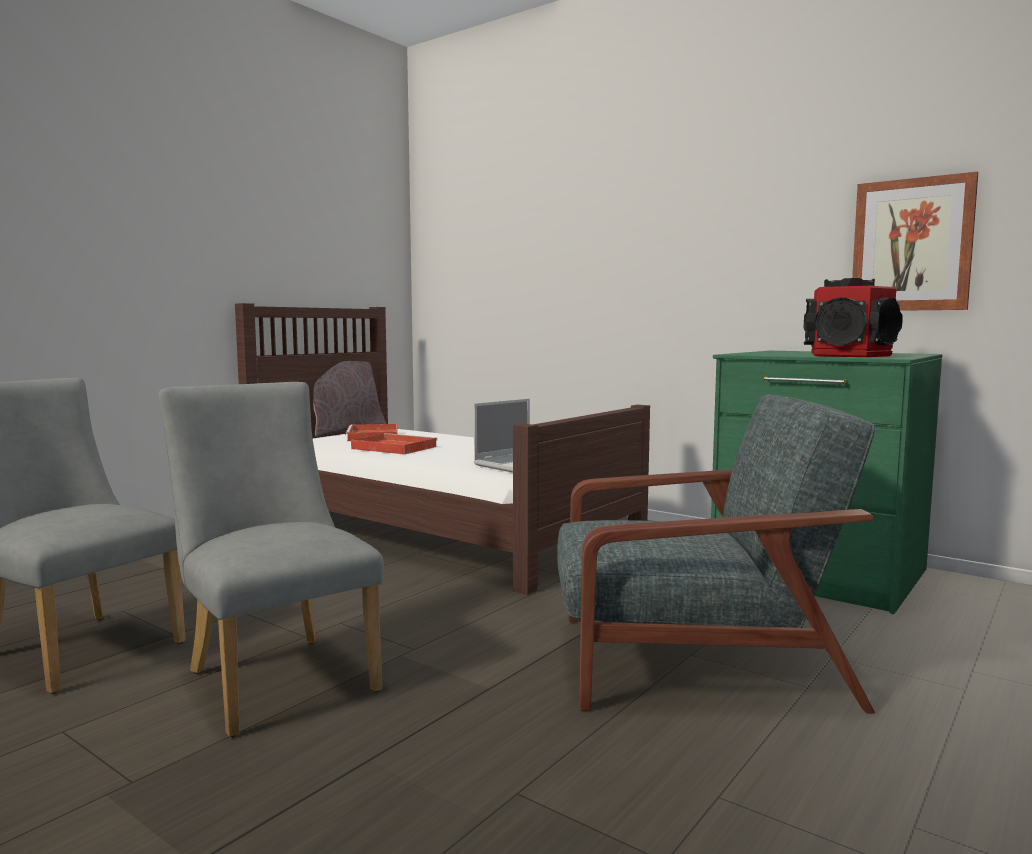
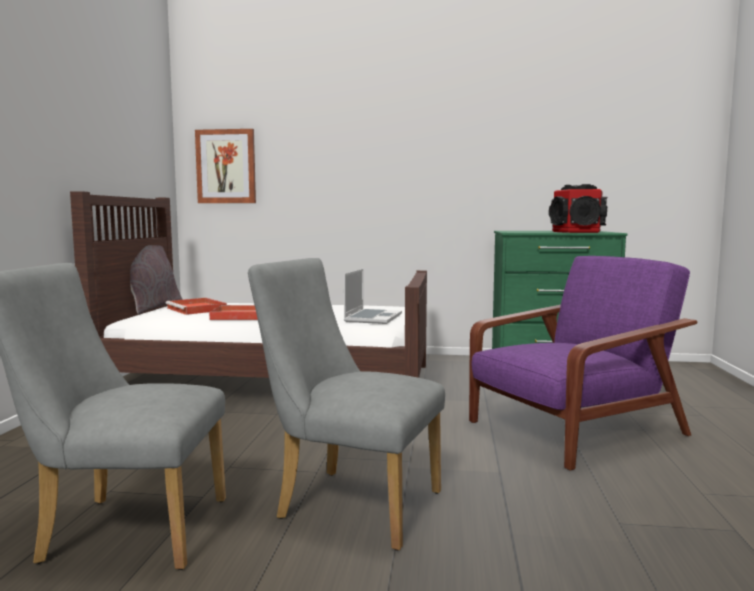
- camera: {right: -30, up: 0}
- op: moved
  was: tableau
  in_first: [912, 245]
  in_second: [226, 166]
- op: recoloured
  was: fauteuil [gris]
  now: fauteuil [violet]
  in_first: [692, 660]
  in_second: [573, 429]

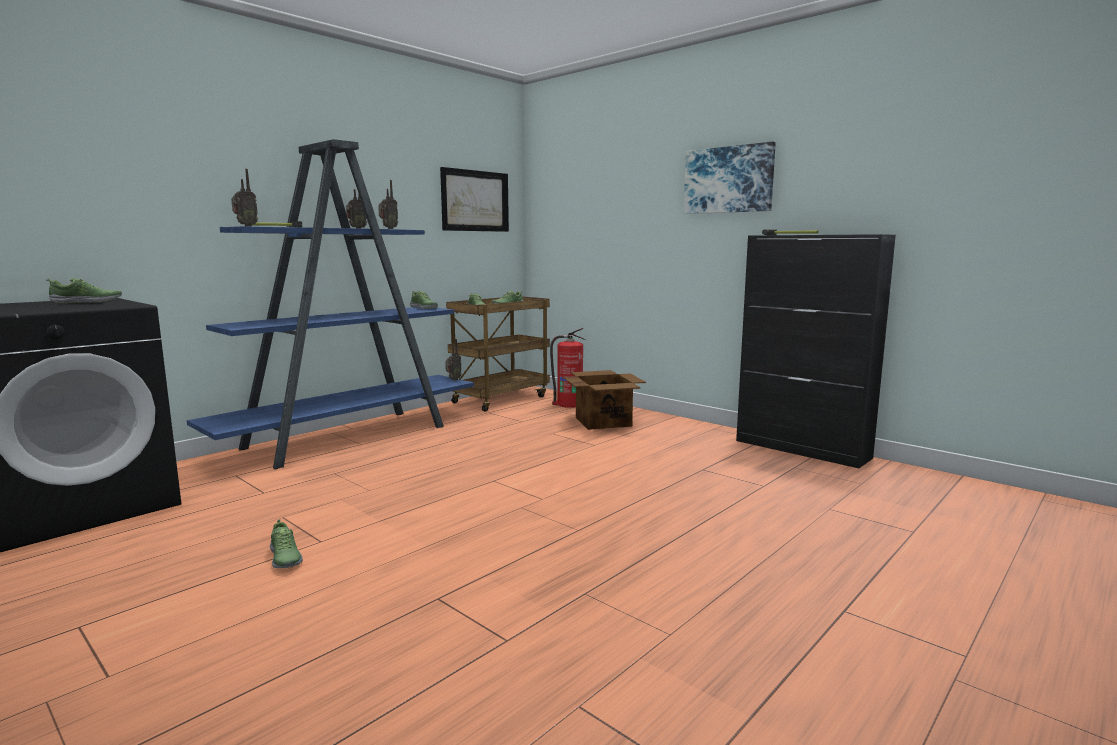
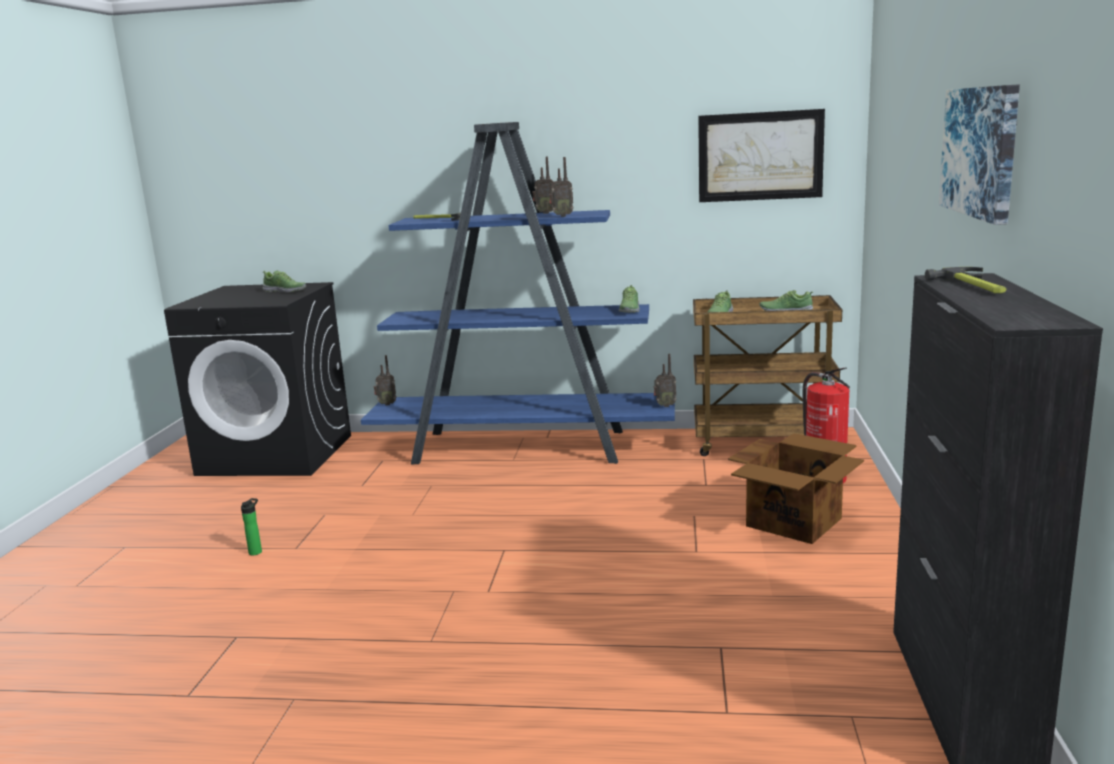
- camera: {right: 55, up: 5}
- op: replaced
  was: chaussure
  now: bouteille
  in_first: [284, 558]
  in_second: [256, 551]
- op: moved
  was: radio
  in_first: [245, 226]
  in_second: [386, 404]

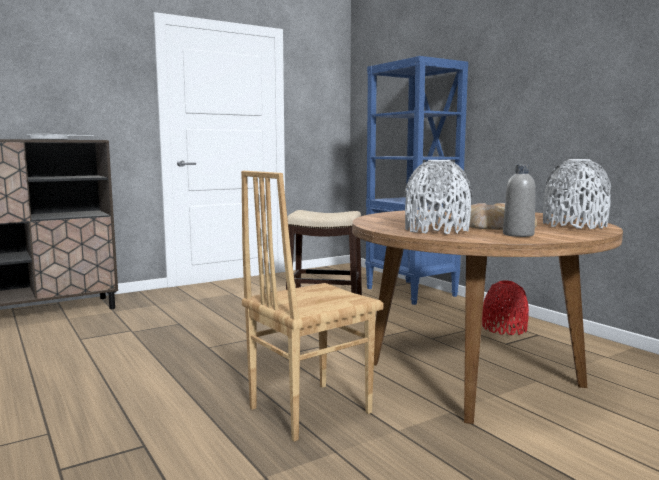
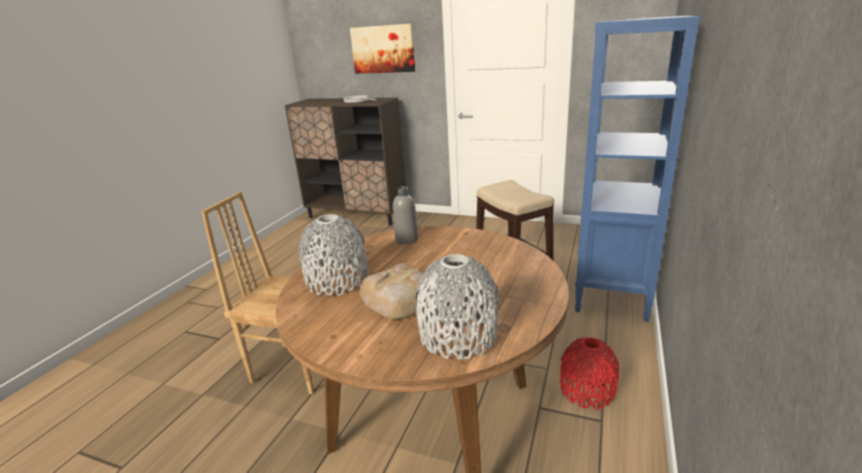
- camera: {right: 55, up: 15}
- op: added
  now: tableau
  in_second: [383, 49]
- op: moved
  was: bouteille [gris]
  in_first: [518, 234]
  in_second: [406, 239]

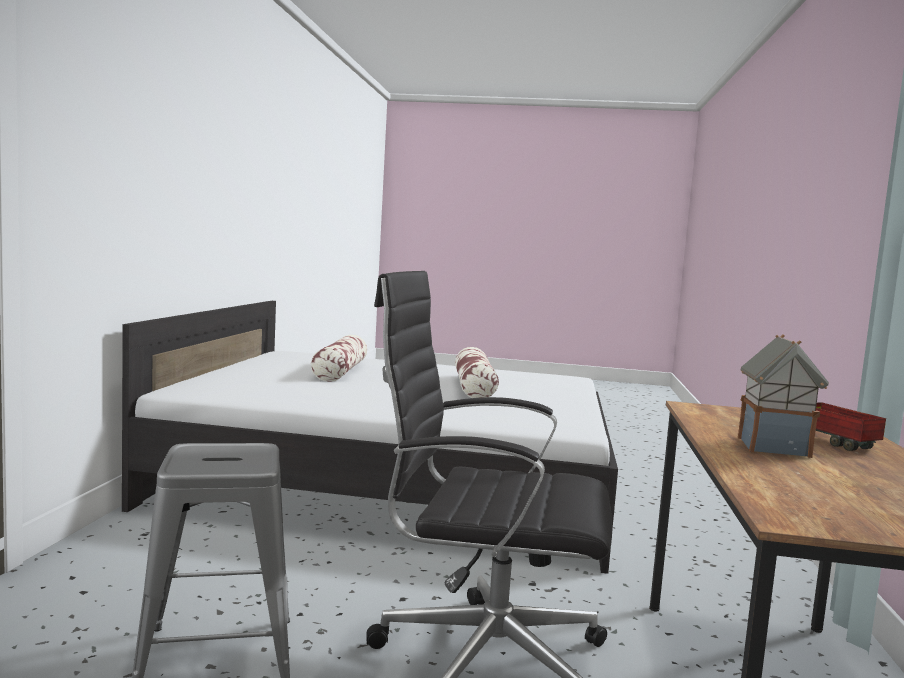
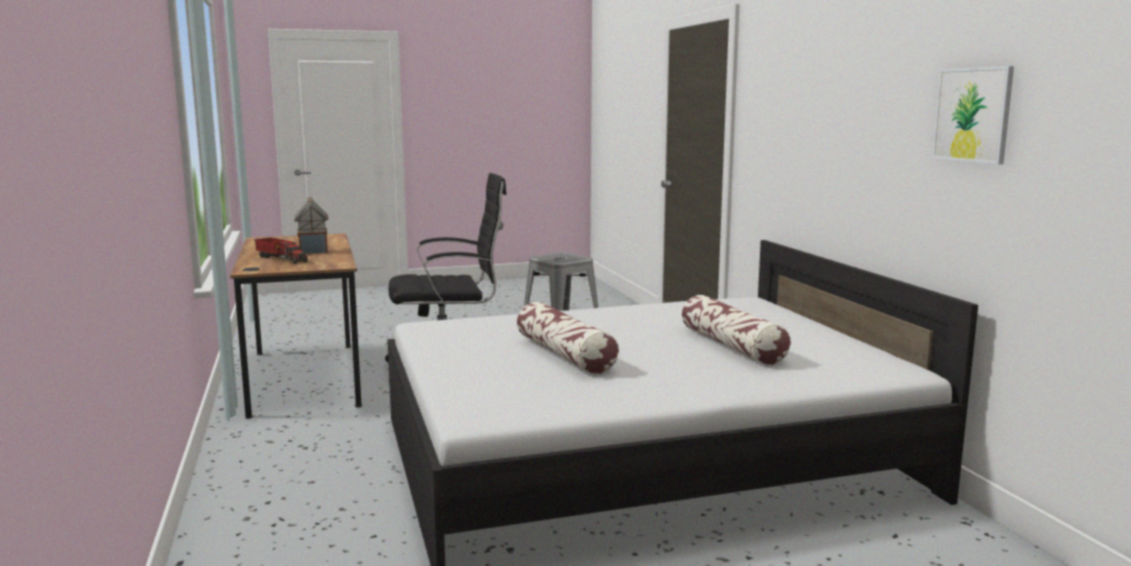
- camera: {right: 155, up: 5}
- op: added
  now: tableau
  in_second: [972, 115]

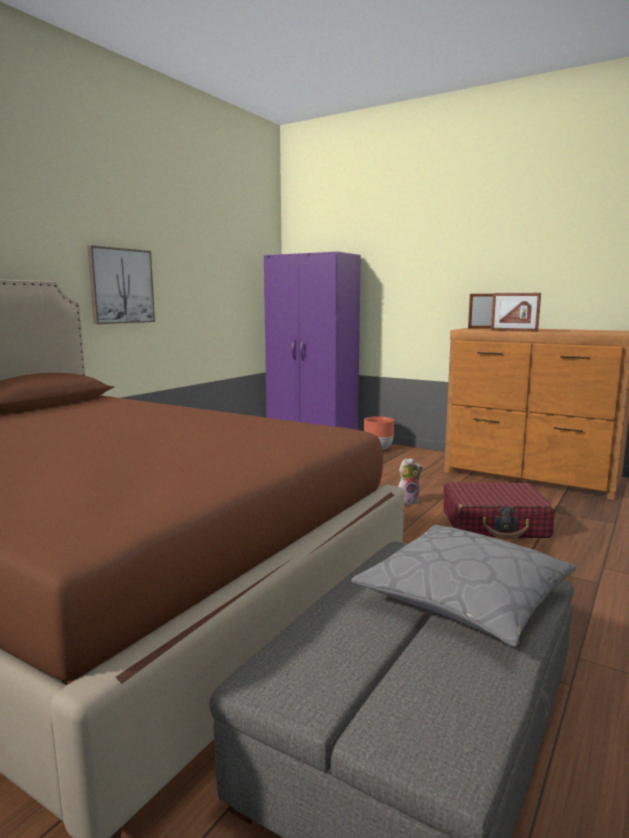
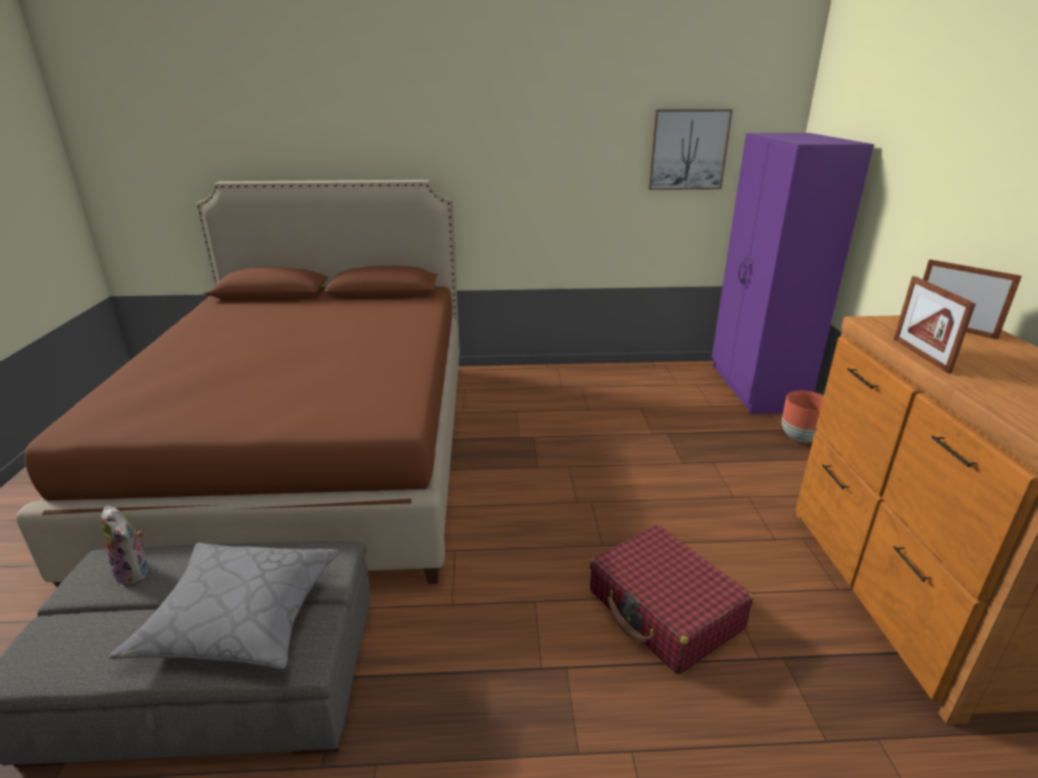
- camera: {right: 55, up: 15}
- op: moved
  was: peluche
  in_first: [407, 501]
  in_second: [135, 572]
- op: moved
  was: tableau
  in_first: [121, 286]
  in_second: [688, 150]

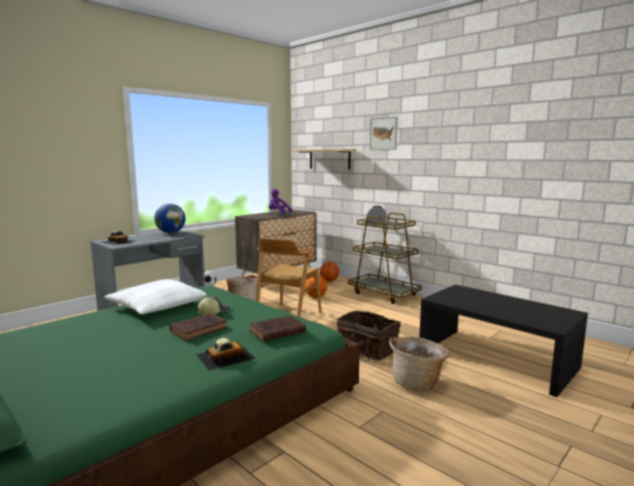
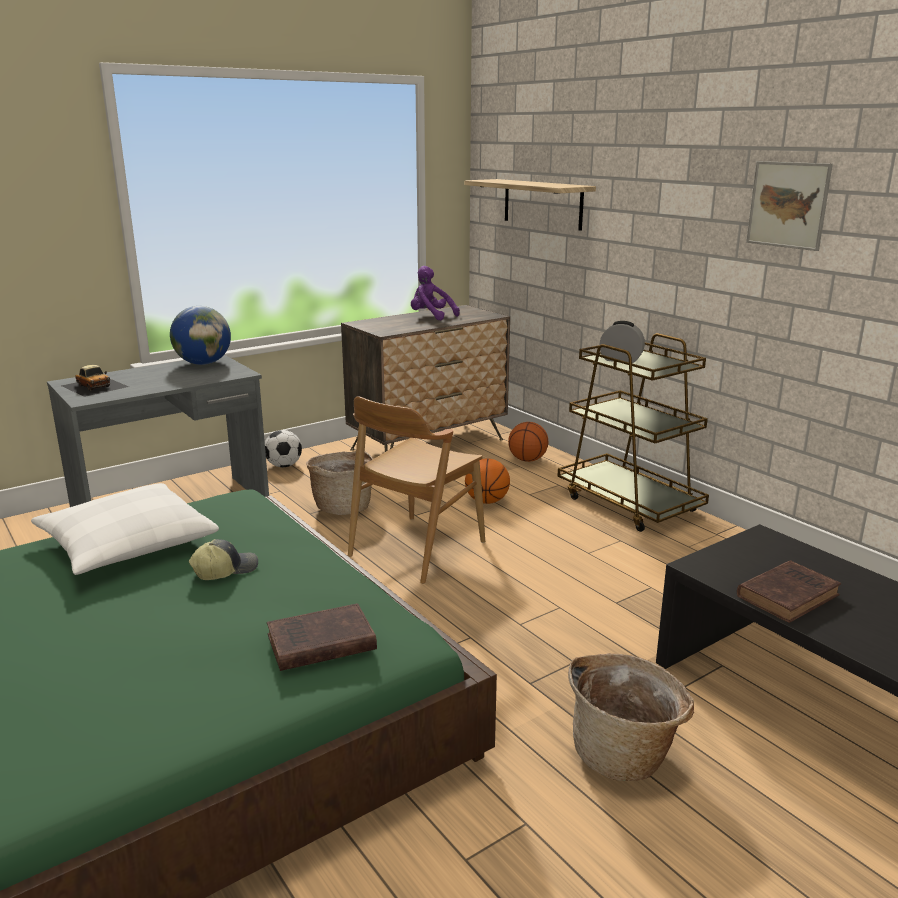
- camera: {right: 10, up: 10}
- op: moved
  was: livre [marron]
  in_first: [200, 329]
  in_second: [789, 595]
- op: moved
  was: tableau
  in_first: [383, 134]
  in_second: [788, 205]
- op: removed
  was: petite voiture
  in_first: [225, 356]
- op: removed
  was: panier
  in_first: [367, 349]

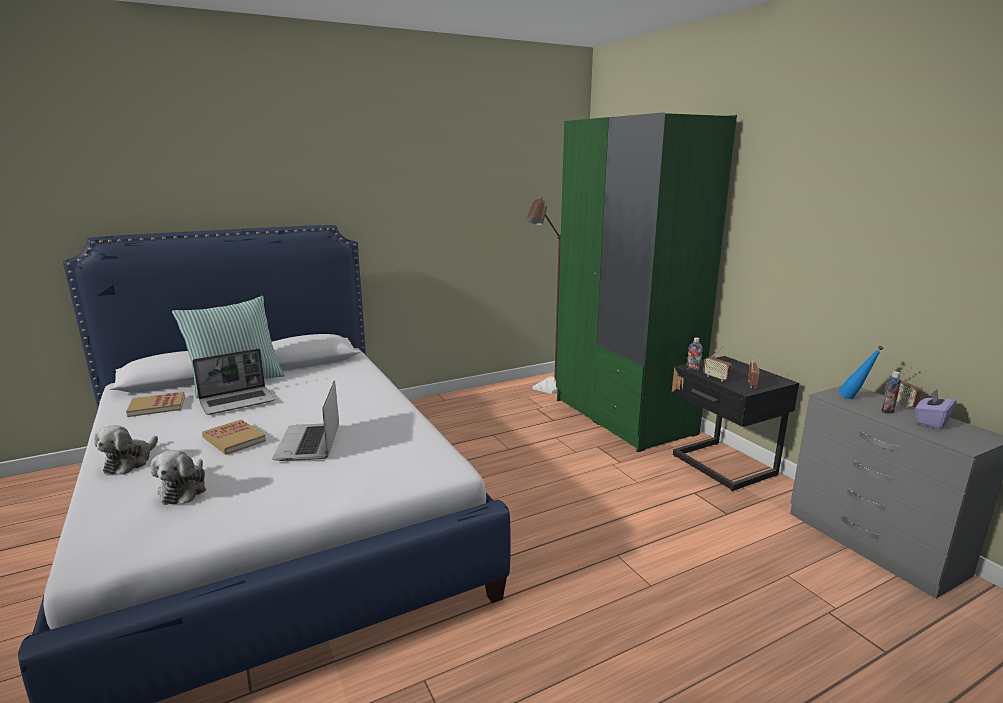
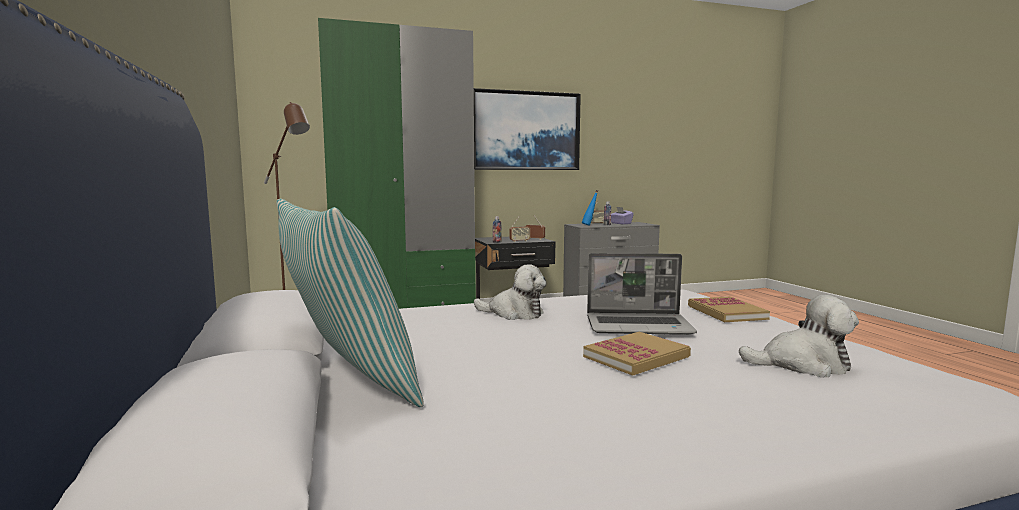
- camera: {right: -80, up: -10}
- op: added
  now: tableau
  in_second: [526, 131]
- op: moved
  was: peluche
  in_first: [130, 462]
  in_second: [514, 314]
- op: moved
  was: livre
  in_first: [157, 406]
  in_second: [726, 312]
- op: removed
  was: ordinateur portable
  in_first: [238, 401]

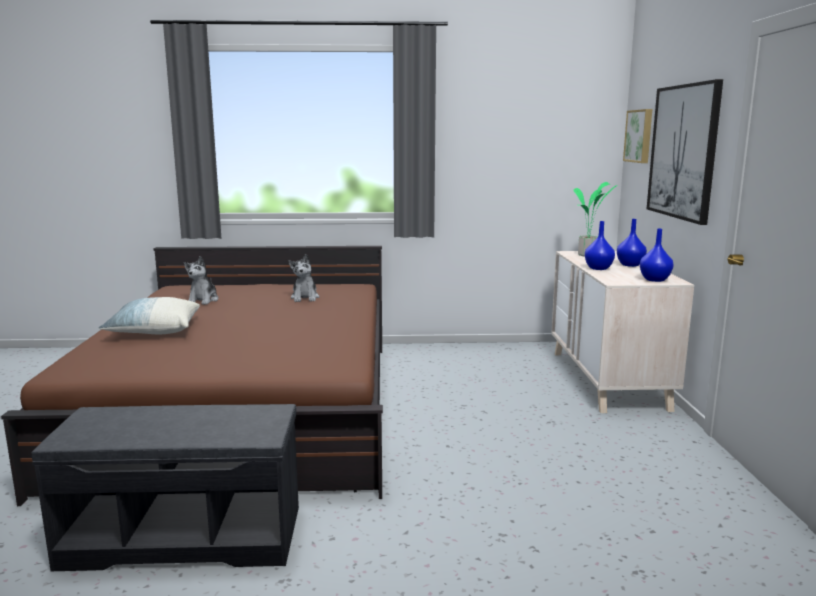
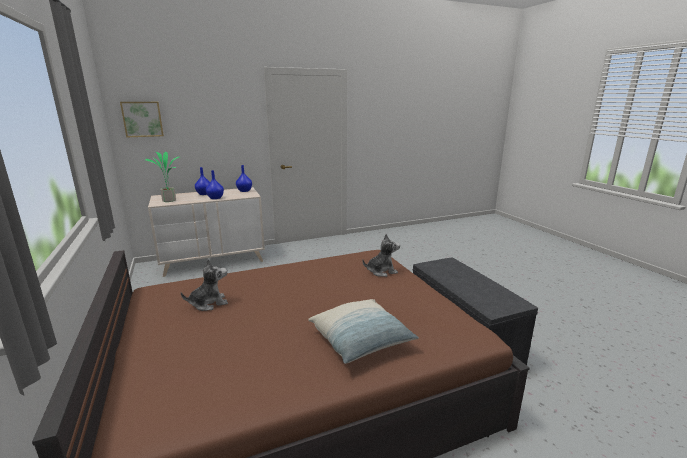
- camera: {right: -110, up: 5}
- op: moved
  was: peluche
  in_first: [203, 300]
  in_second: [381, 271]
- op: removed
  was: tableau
  in_first: [683, 152]

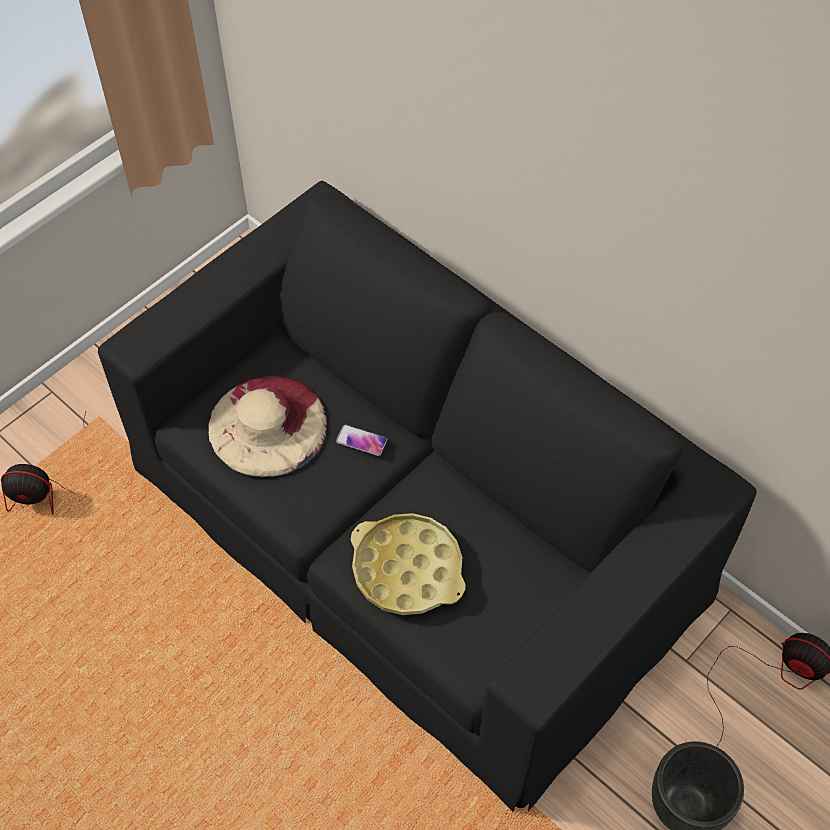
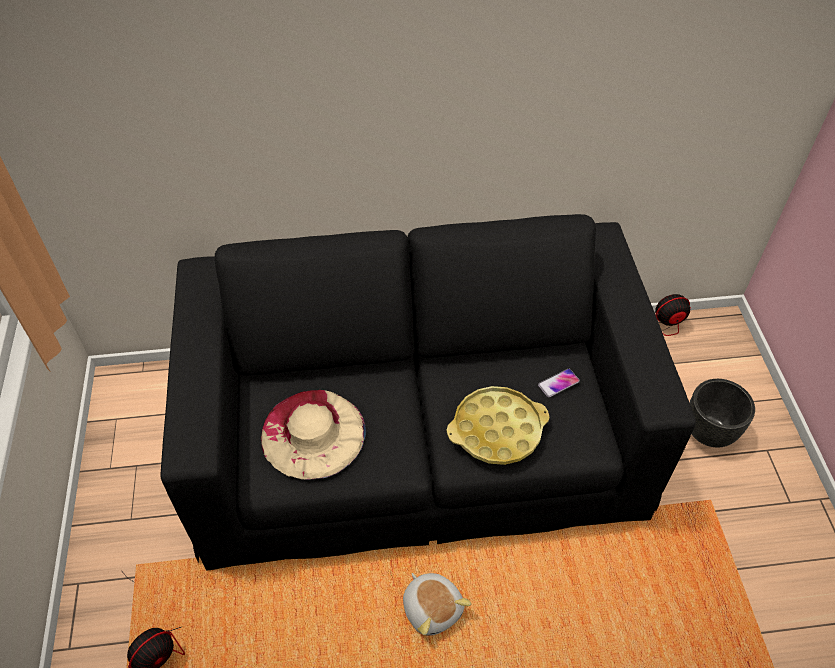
- camera: {right: -50, up: -5}
- op: added
  now: peluche
  in_second: [432, 608]
- op: moved
  was: téléphone
  in_first: [361, 441]
  in_second: [558, 383]

